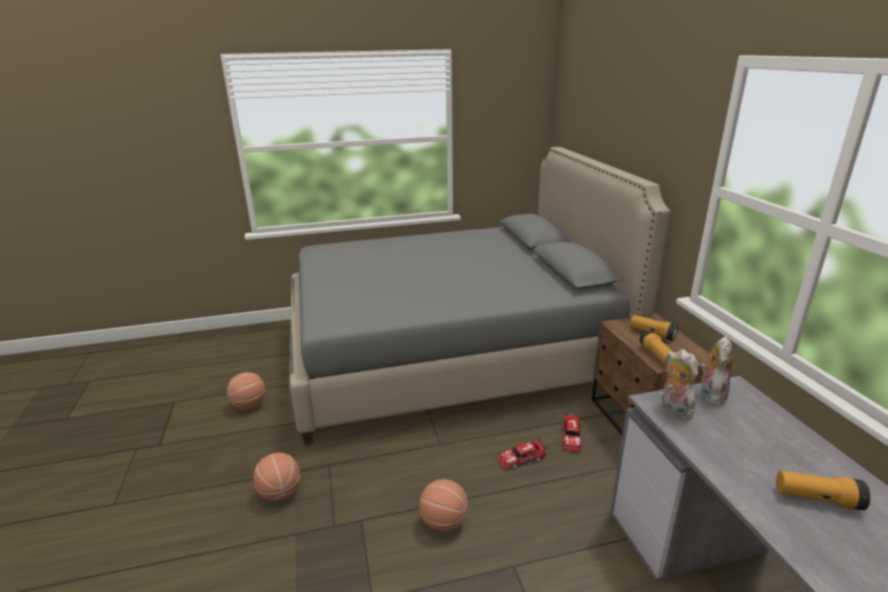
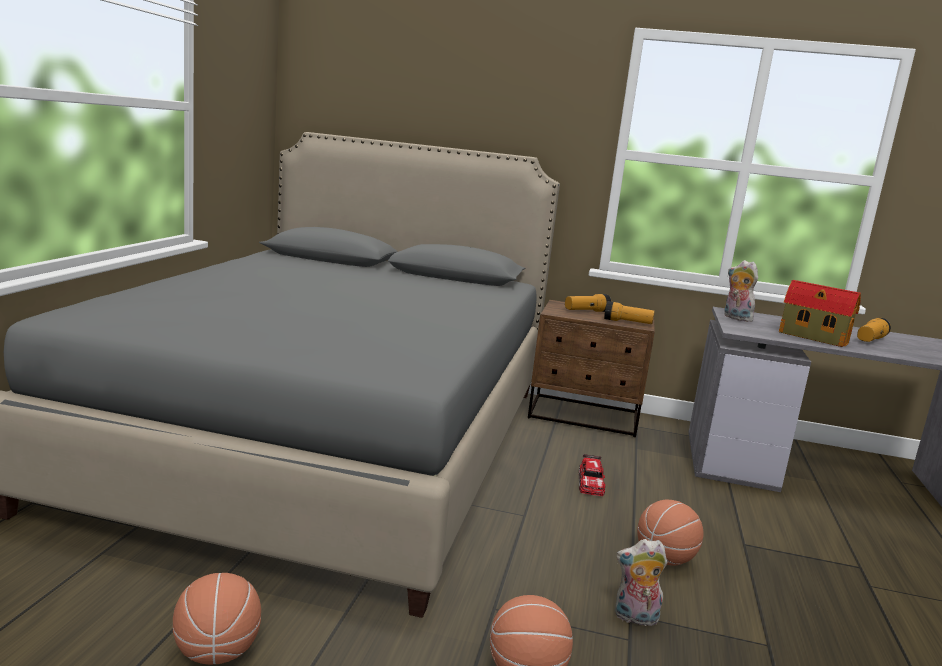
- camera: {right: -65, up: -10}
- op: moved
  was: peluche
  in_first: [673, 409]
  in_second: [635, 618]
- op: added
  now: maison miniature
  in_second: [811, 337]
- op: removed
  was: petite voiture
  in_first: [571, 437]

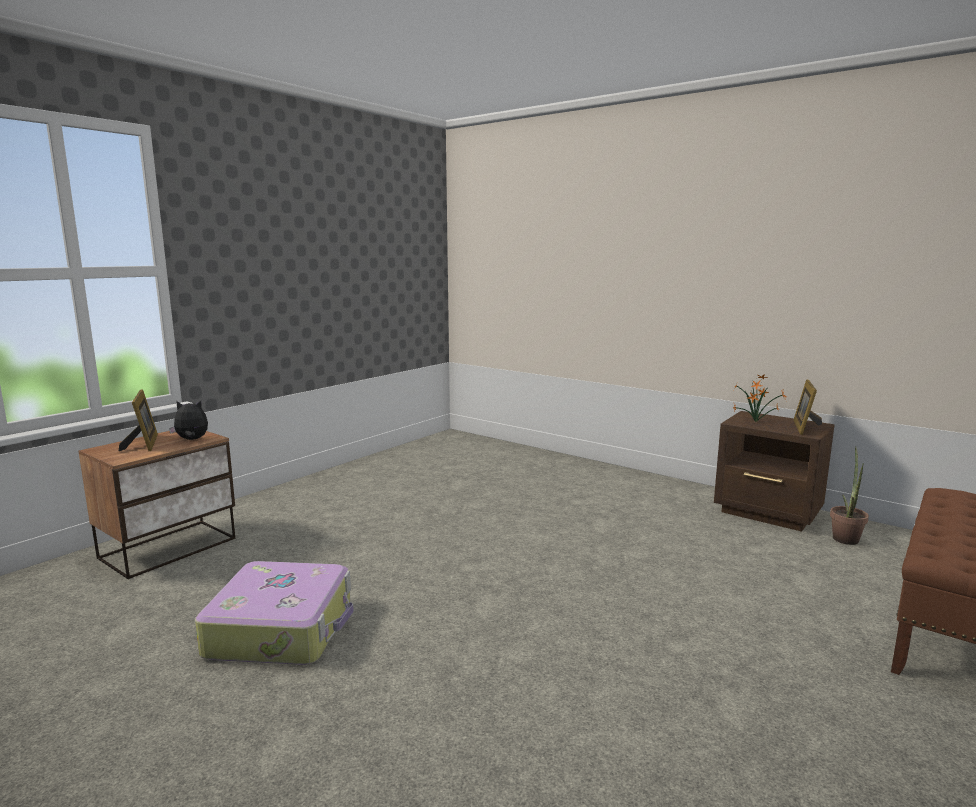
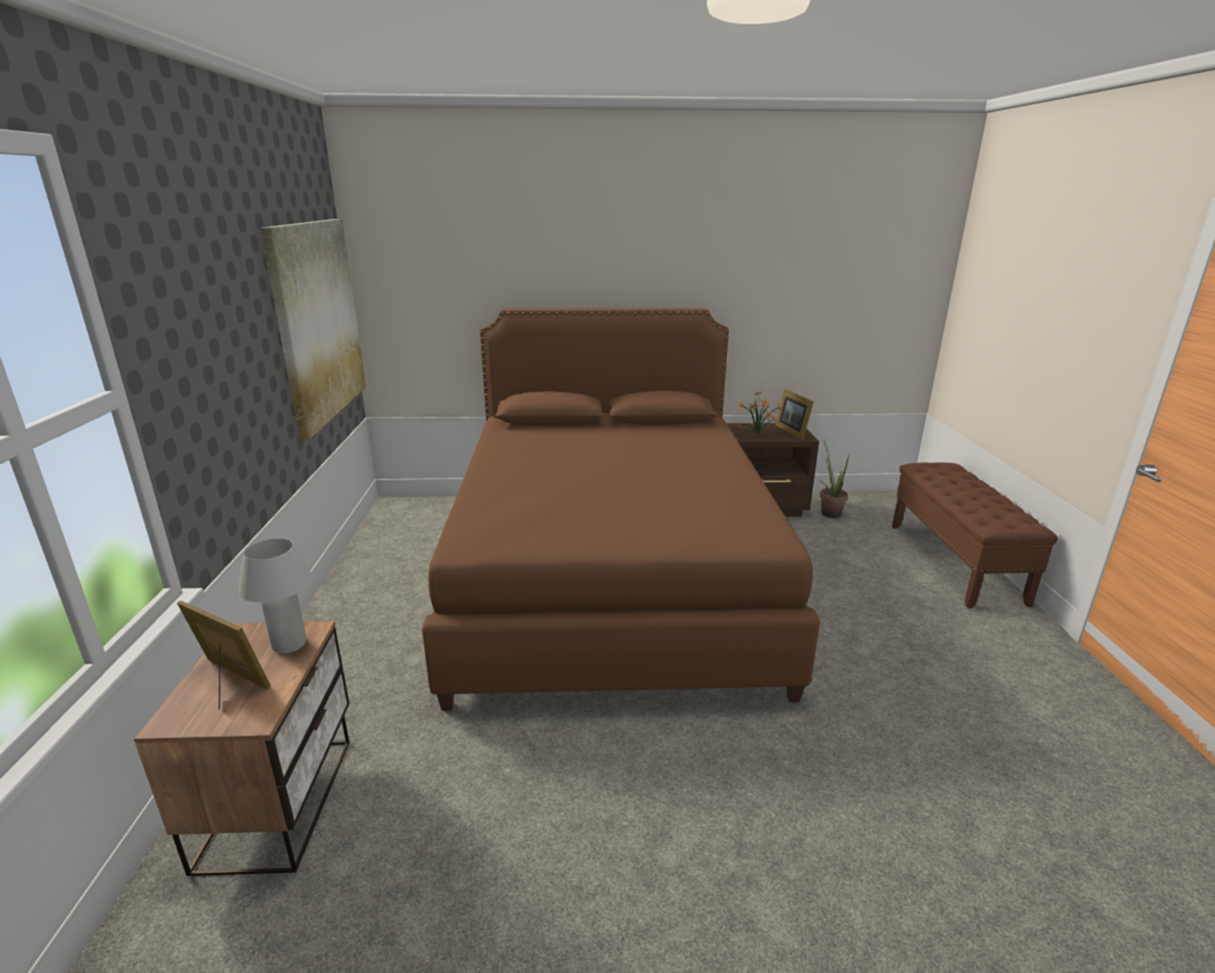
- camera: {right: -40, up: 10}
- op: replaced
  was: peluche
  now: lampe de table [blanc]
  in_first: [192, 440]
  in_second: [289, 644]
- op: added
  now: tableau
  in_second: [318, 321]
- op: added
  now: lit [marron]
  in_second: [610, 576]
- op: removed
  was: valise
  in_first: [282, 628]

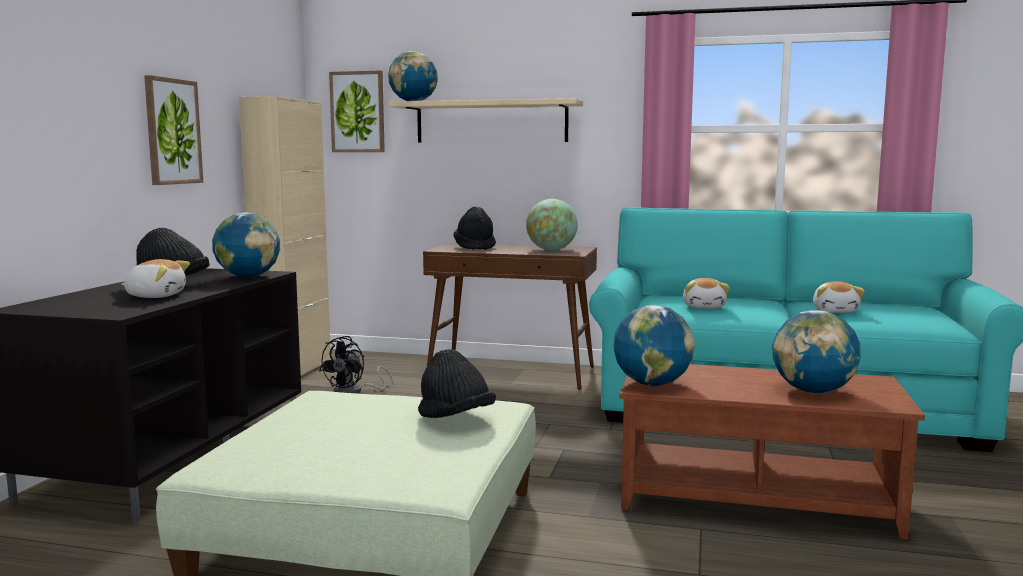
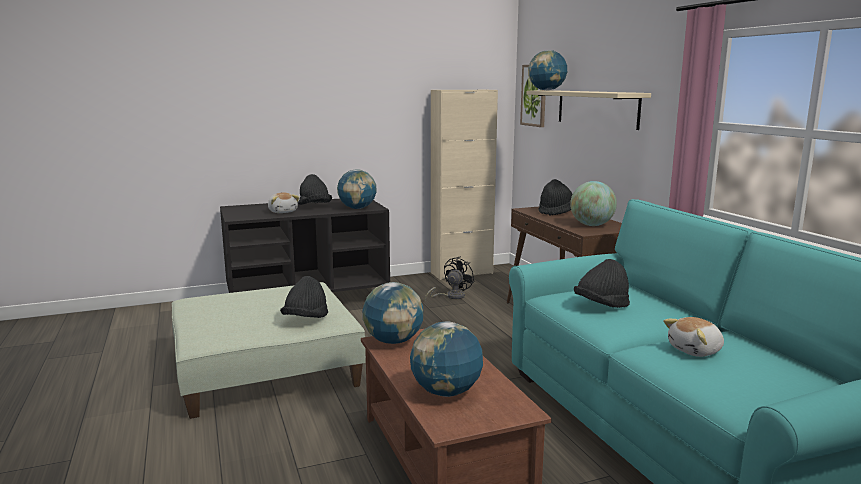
- camera: {right: 55, up: 5}
- op: turned
  was: ventilateur [noir]
  in_first: [354, 392]
  in_second: [451, 296]
  clockwise: 135
- op: replaced
  was: peluche
  now: chapeau [noir]
  in_first: [704, 307]
  in_second: [601, 306]
- op: removed
  was: tableau
  in_first: [172, 131]

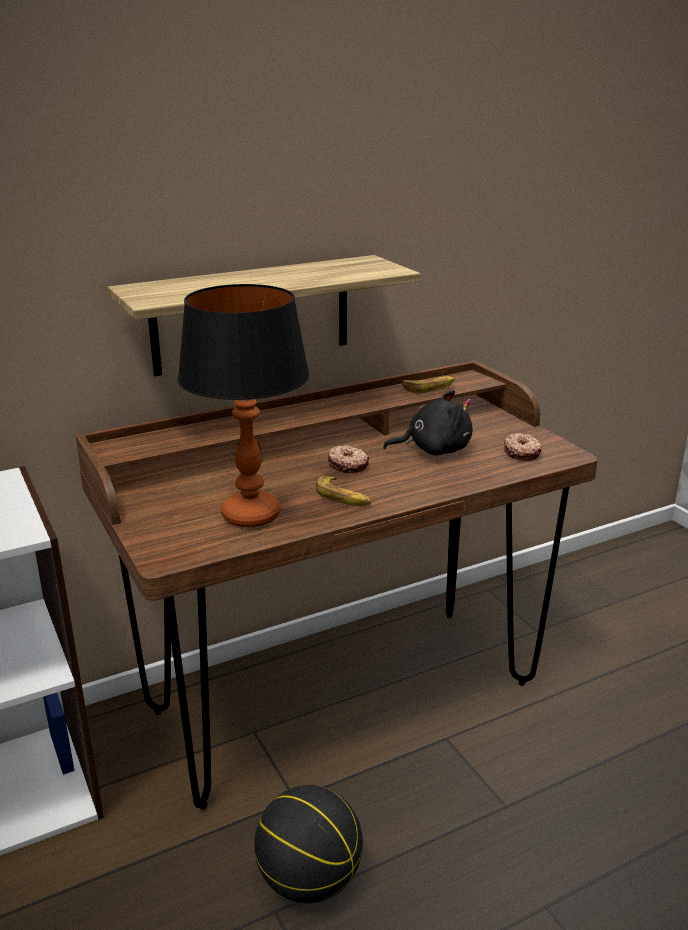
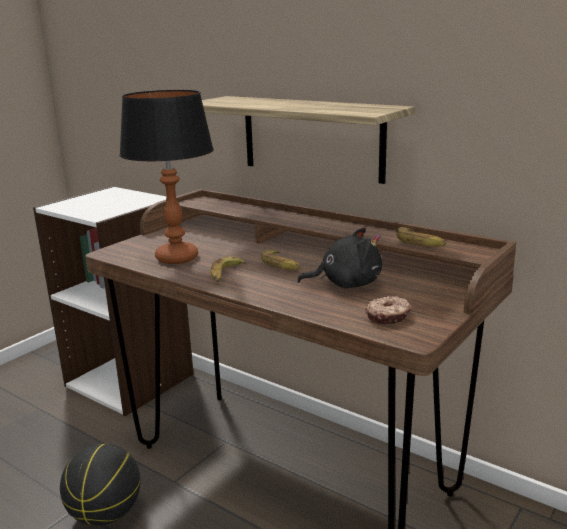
- camera: {right: 65, up: -5}
- op: replaced
  was: beignet
  now: banane
  in_first: [348, 465]
  in_second: [281, 265]
- op: turned
  was: peluche [noir]
  in_first: [434, 450]
  in_second: [346, 284]
  clockwise: -60

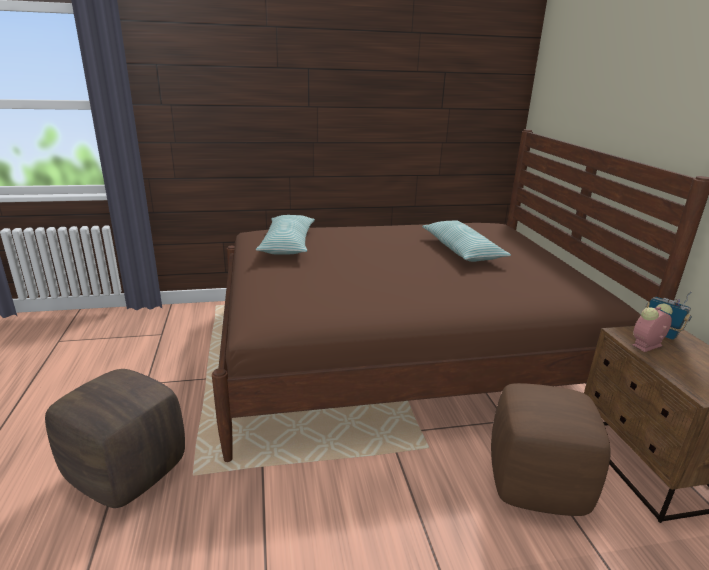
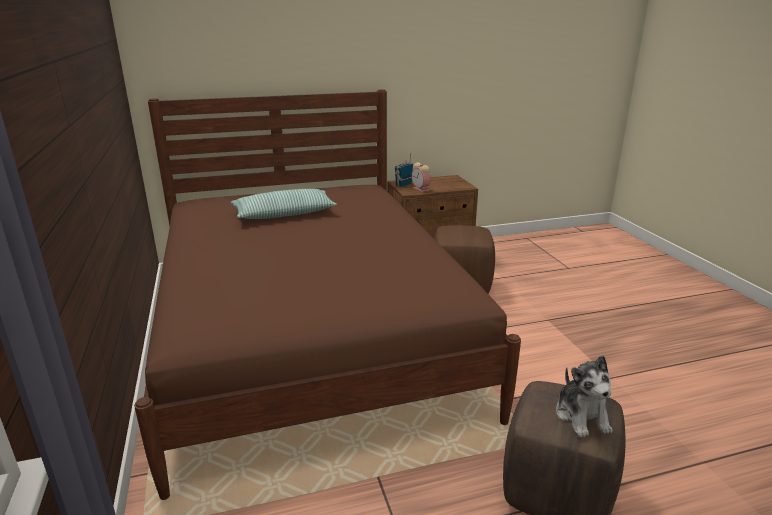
- camera: {right: -95, up: 0}
- op: added
  now: peluche
  in_second: [581, 416]
- op: removed
  was: coussin
  in_first: [288, 244]

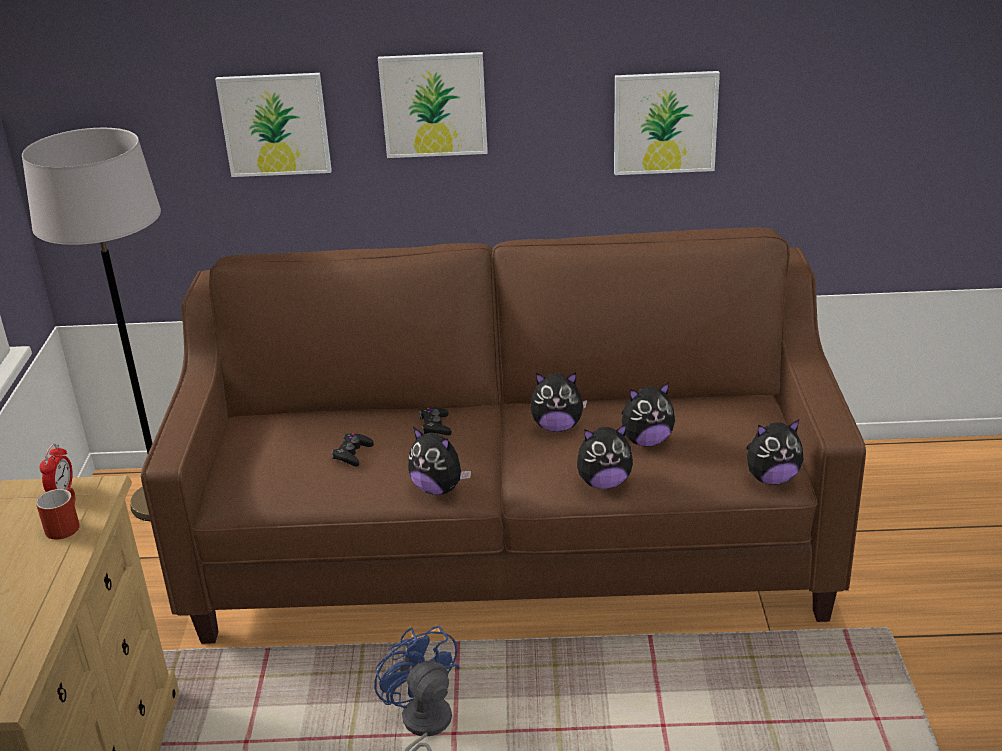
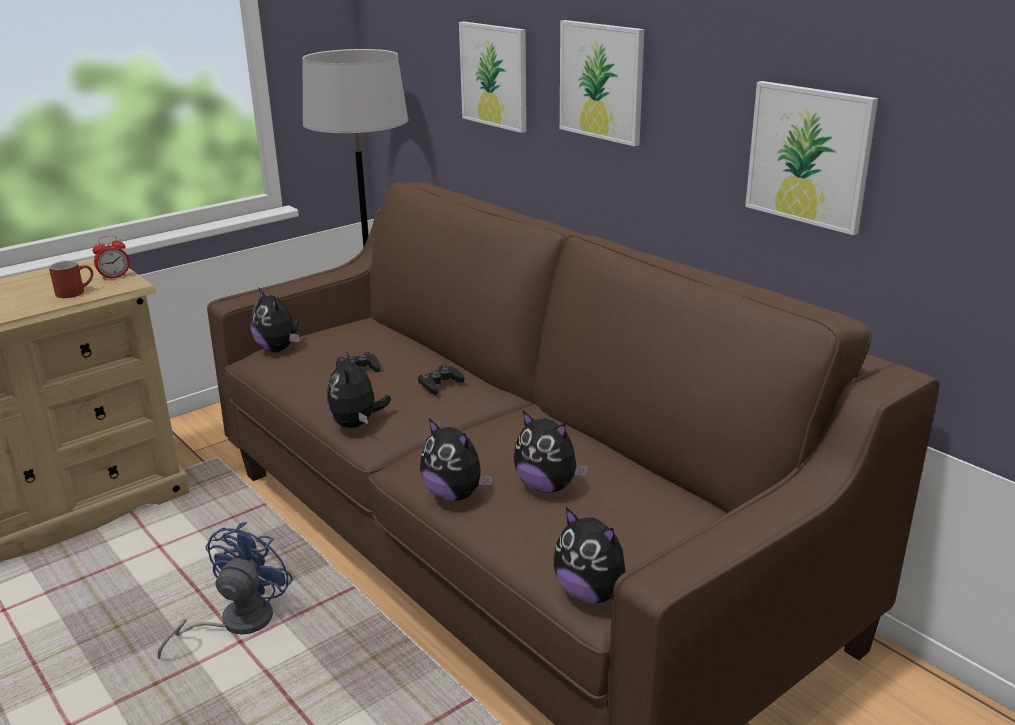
- camera: {right: 50, up: -5}
- op: moved
  was: peluche
  in_first: [557, 427]
  in_second: [278, 349]

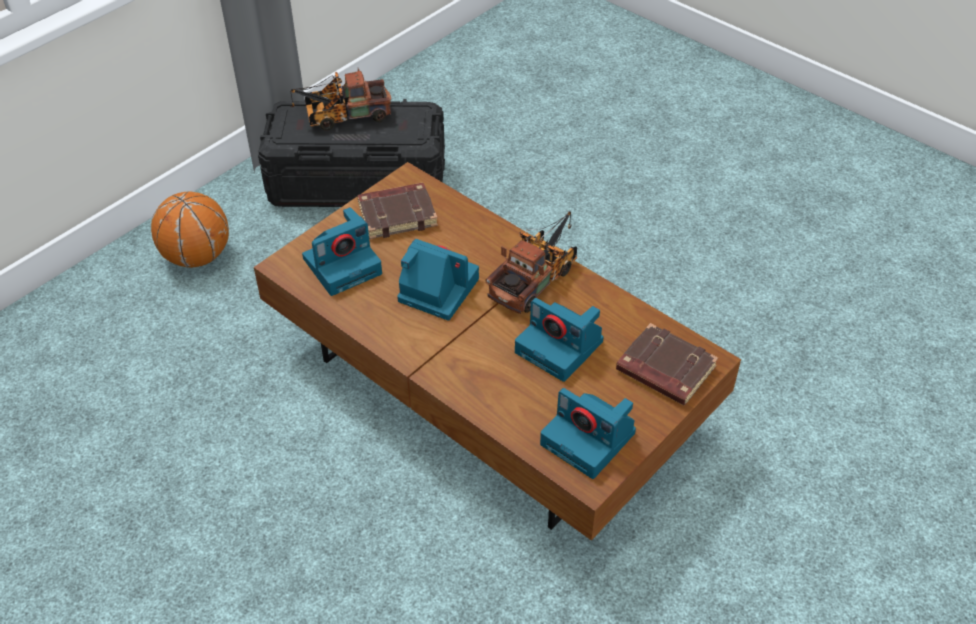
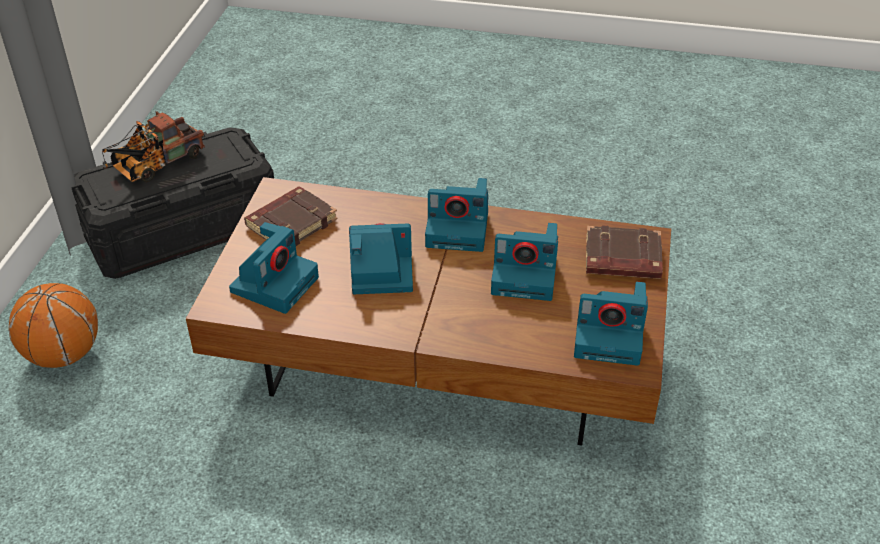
- camera: {right: -30, up: -5}
- op: replaced
  was: camion jouet
  now: appareil photo
  in_first: [536, 278]
  in_second: [459, 229]

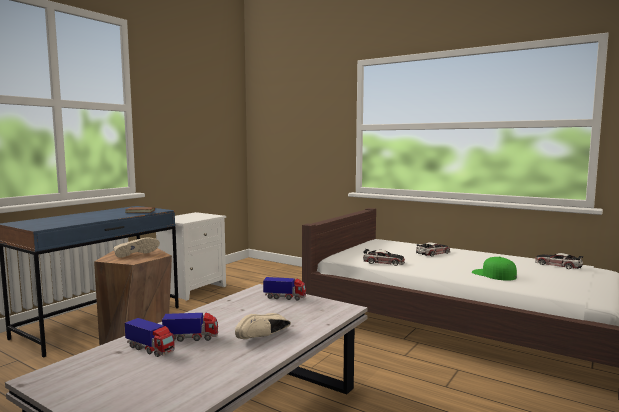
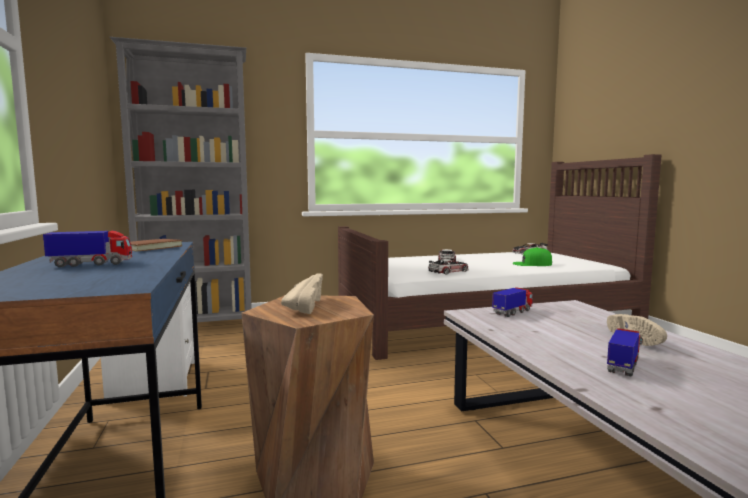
- camera: {right: -50, up: 0}
- op: moved
  was: camion jouet
  in_first: [150, 349]
  in_second: [92, 264]
- op: added
  now: bibliothèque [gris]
  in_second: [199, 325]

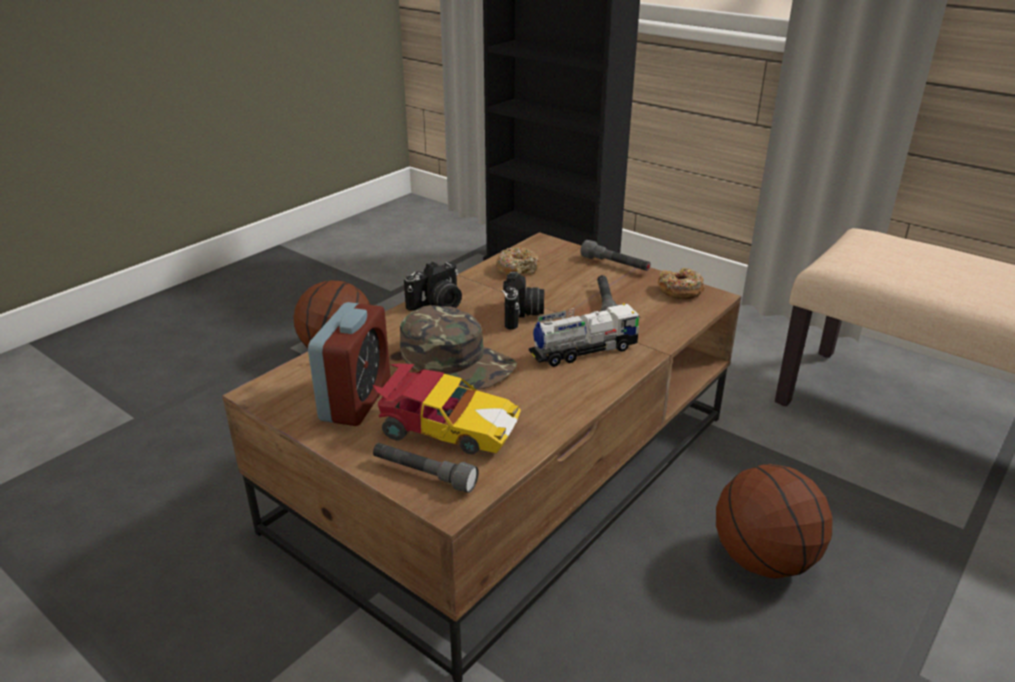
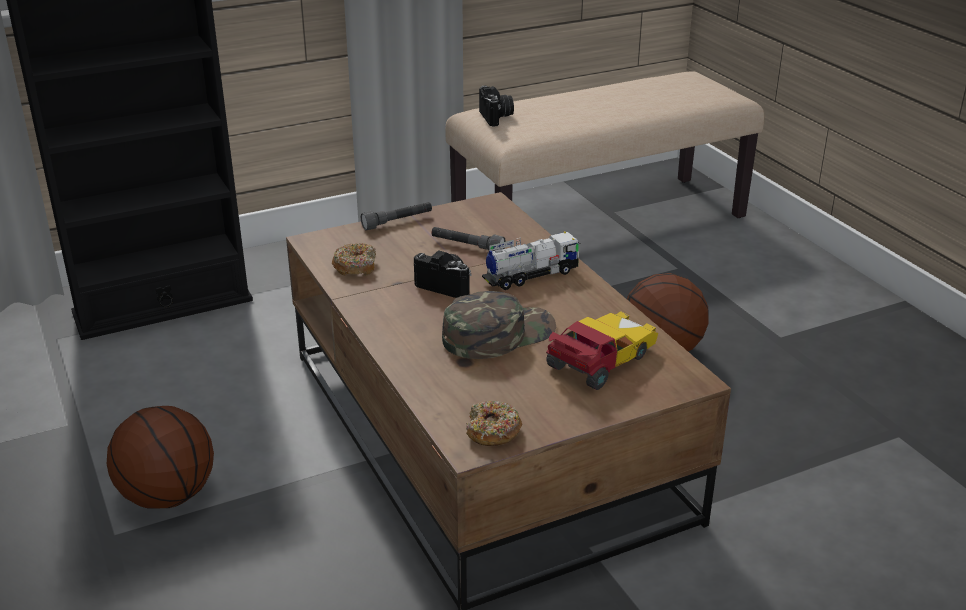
- camera: {right: -65, up: 0}
- op: moved
  was: beignet
  in_first: [680, 290]
  in_second: [492, 431]
- op: moved
  was: appareil photo
  in_first: [437, 304]
  in_second: [496, 117]
- op: turned
  was: camion jouet
  in_first: [583, 351]
  in_second: [531, 276]
  clockwise: 60
- op: removed
  was: réveil
  in_first: [356, 400]
- op: removed
  was: lampe de poche [gris]
  in_first: [423, 475]

